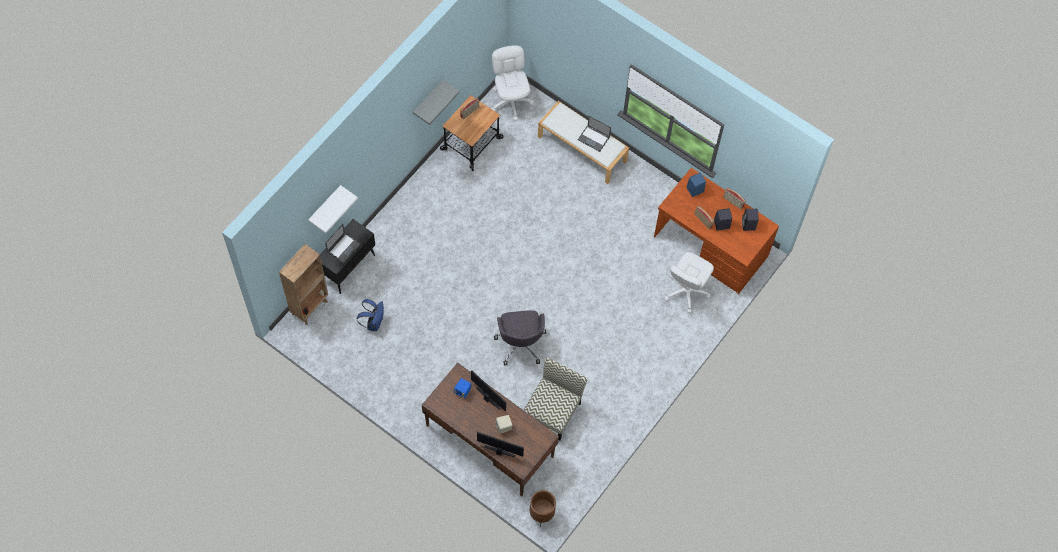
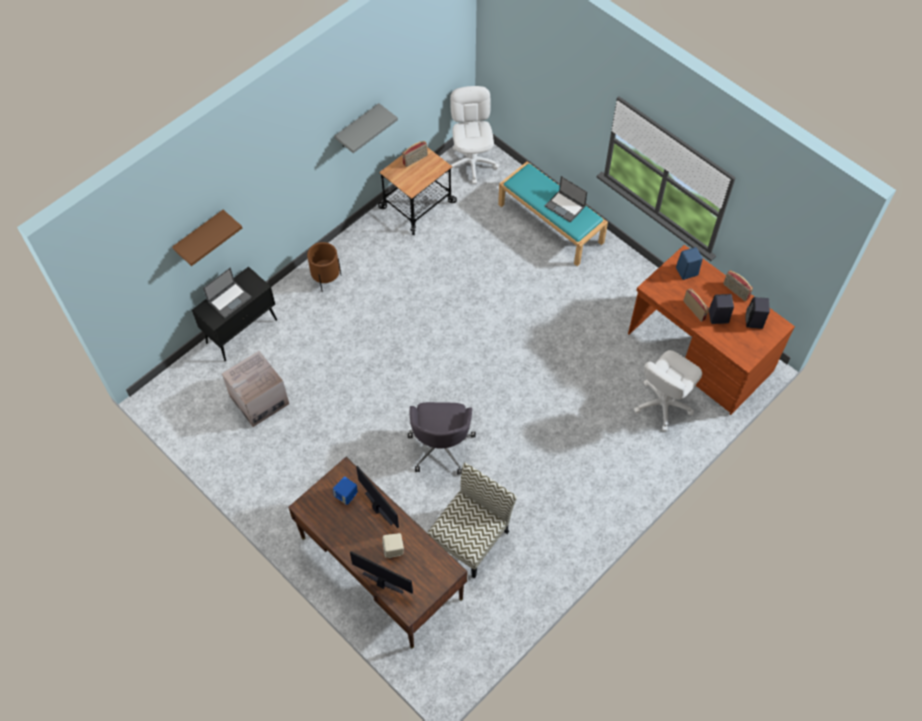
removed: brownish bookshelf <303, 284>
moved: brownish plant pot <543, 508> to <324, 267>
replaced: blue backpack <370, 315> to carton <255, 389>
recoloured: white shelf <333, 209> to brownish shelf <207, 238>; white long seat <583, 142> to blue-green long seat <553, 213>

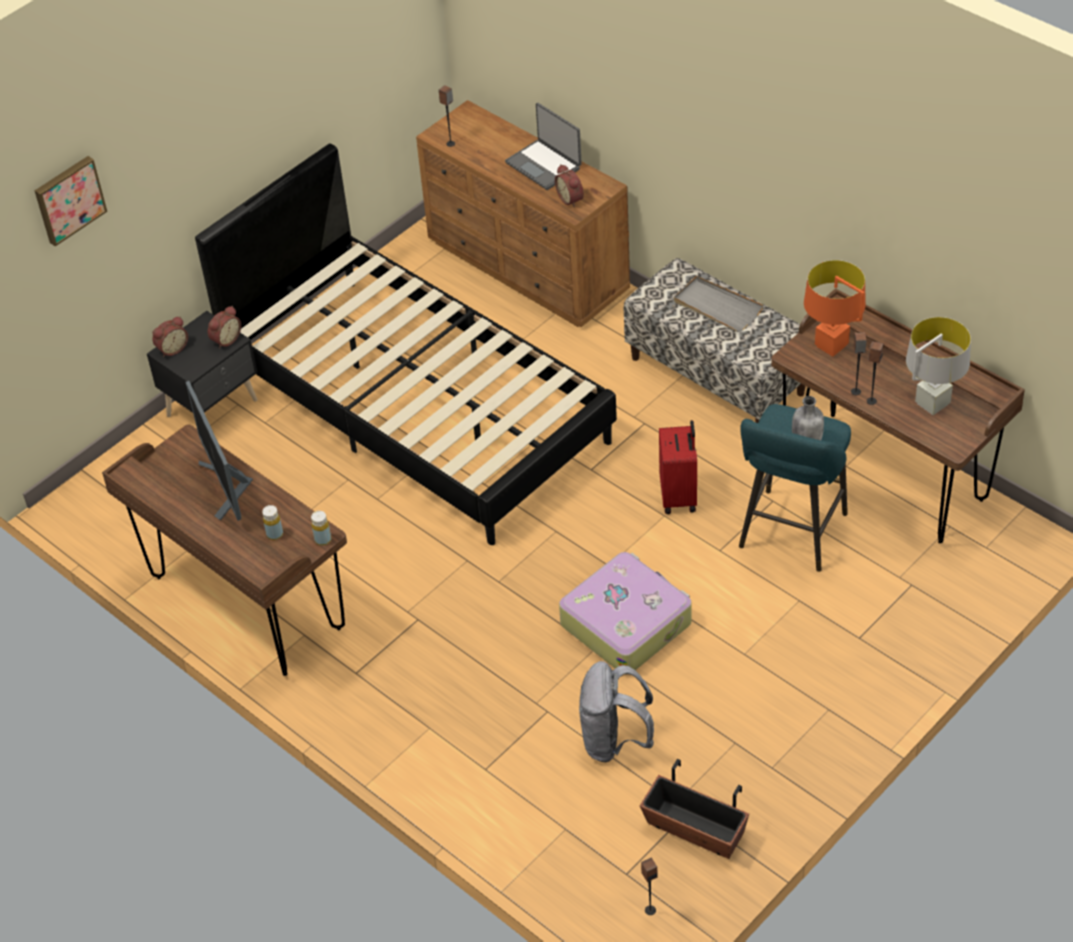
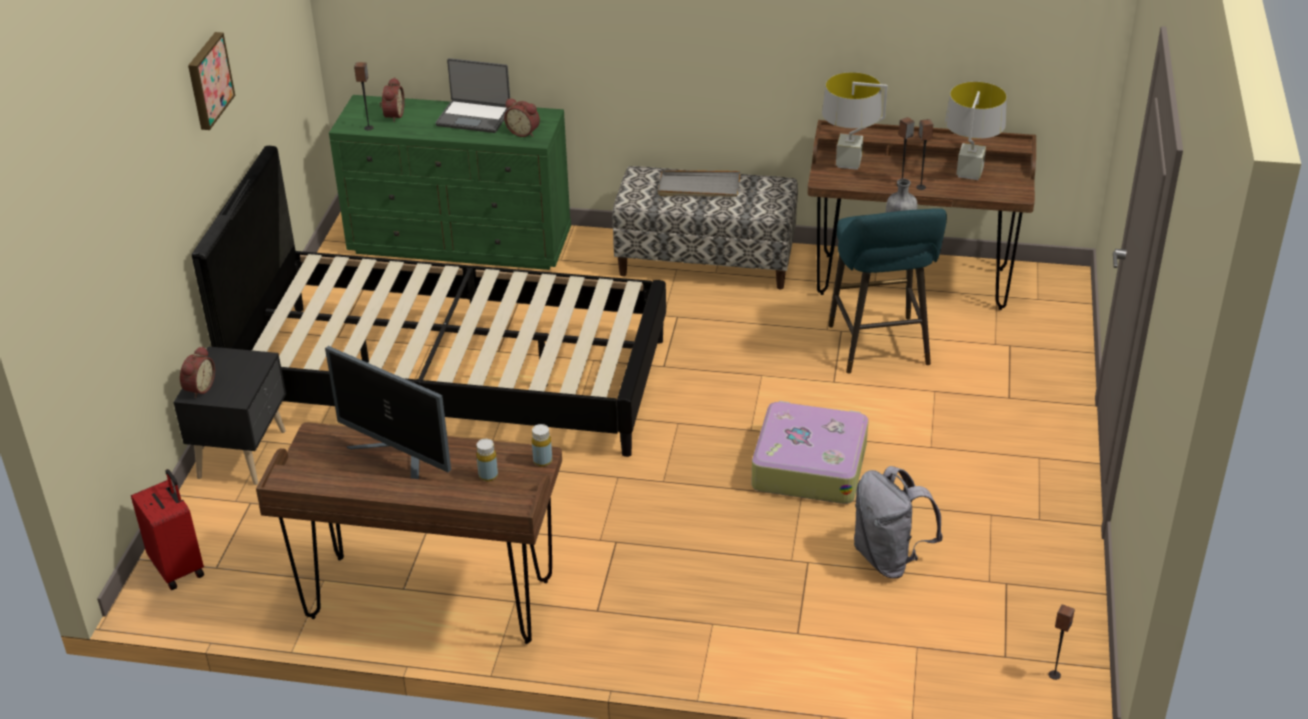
removed: plant pot <694, 809>
moved: picture <71, 201> to <211, 81>; alarm clock <224, 327> to <392, 99>; red-coloured piece of luggage <678, 467> to <167, 529>
recoloured: brownish drawer chest <523, 213> to greenish drawer chest <450, 182>; orange-coloured lamp for a table <835, 308> to grey lamp for a table <855, 121>

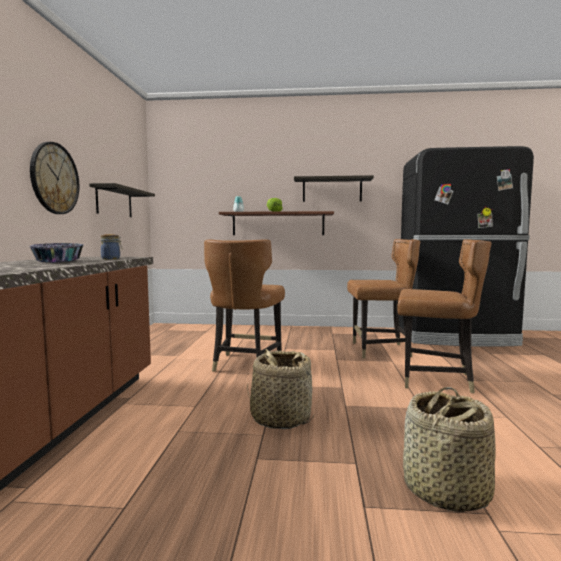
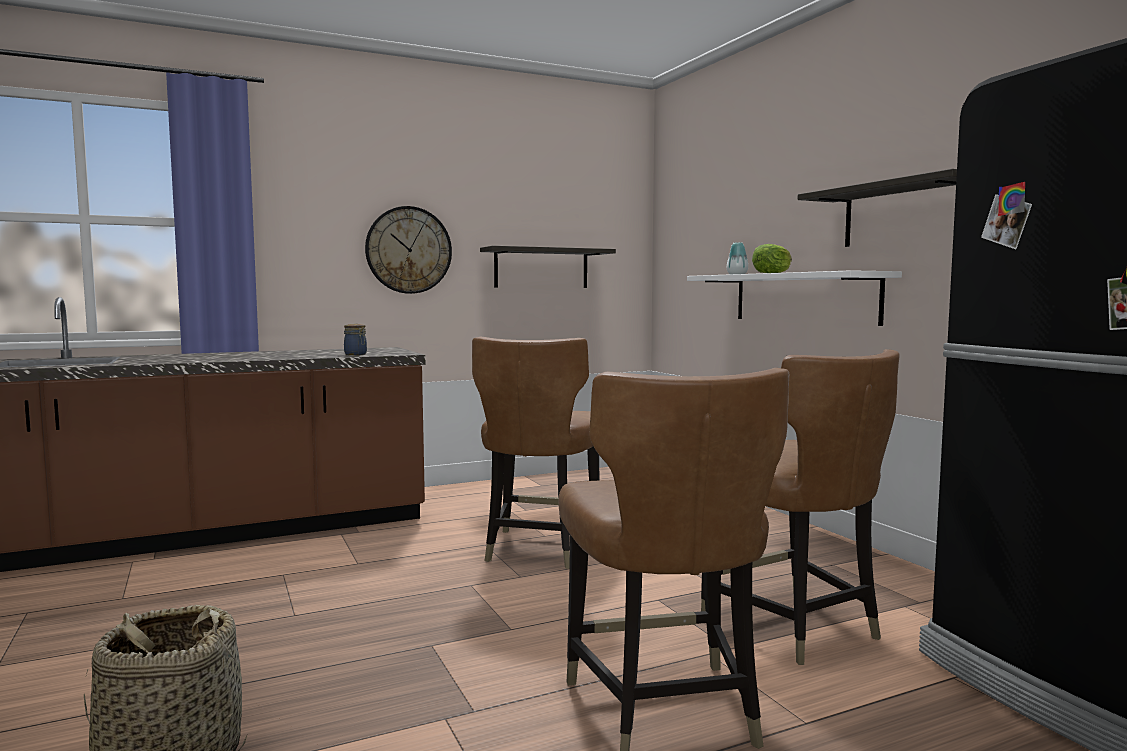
removed: serving bowl <56, 253>; basket <281, 389>
recoloured: brownish shelf <276, 223> to white shelf <794, 298>
turned: brownish plain chair <244, 305> = <536, 452> 60 degrees counterclockwise

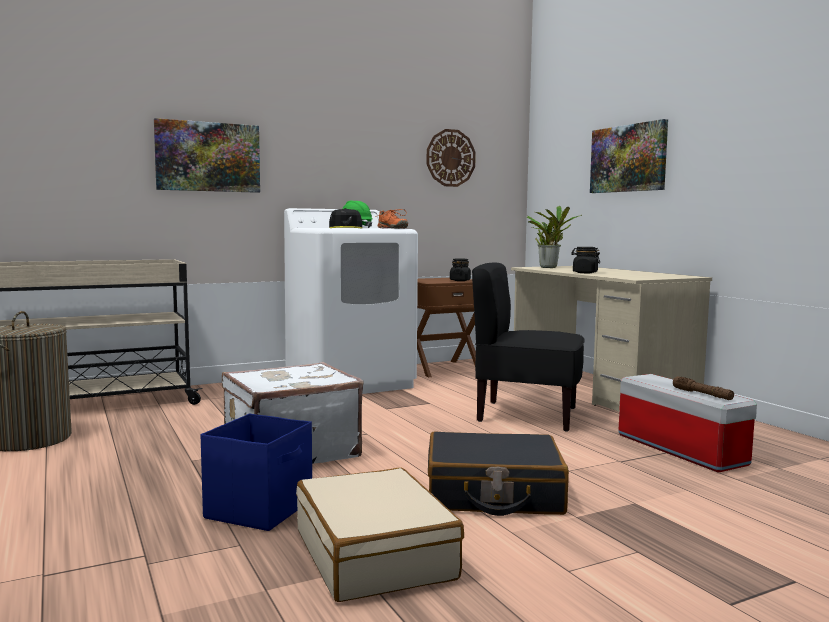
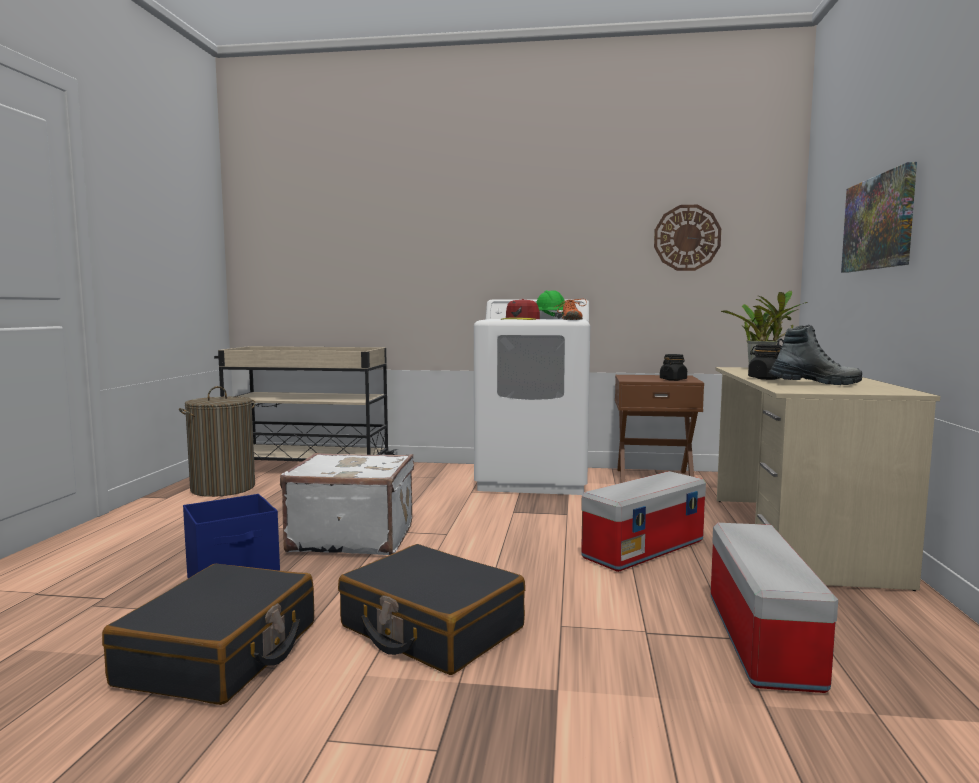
removed: picture <207, 155>; brownish hand torch <703, 388>
added: high-top boot <816, 355>
replaced: blackish plain chair <528, 347> to storage box <643, 521>
recoloured: beige piece of luggage <380, 535> to blackish piece of luggage <208, 634>; blackish cap <345, 218> to red-coloured cap <520, 309>

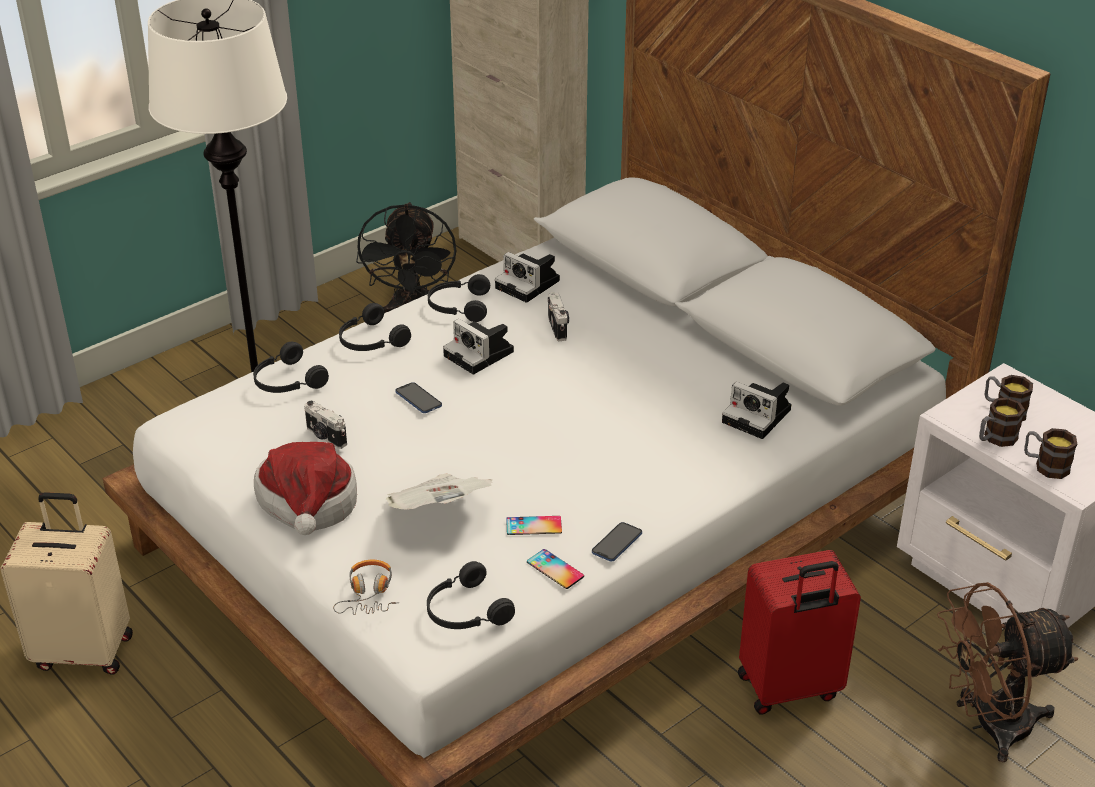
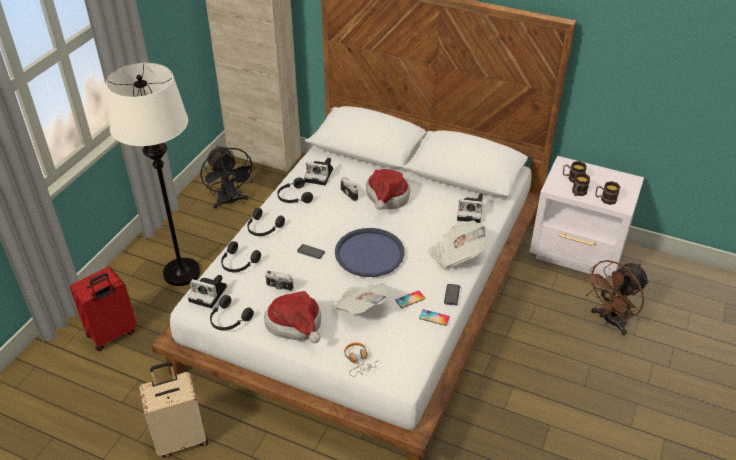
added: blue tray <369, 252>; clothing hat <388, 189>; daily paper <458, 245>
moved: blackish headphones <471, 595> to <232, 312>; photo camera <478, 346> to <207, 291>; red-coloured piece of luggage <799, 632> to <103, 309>

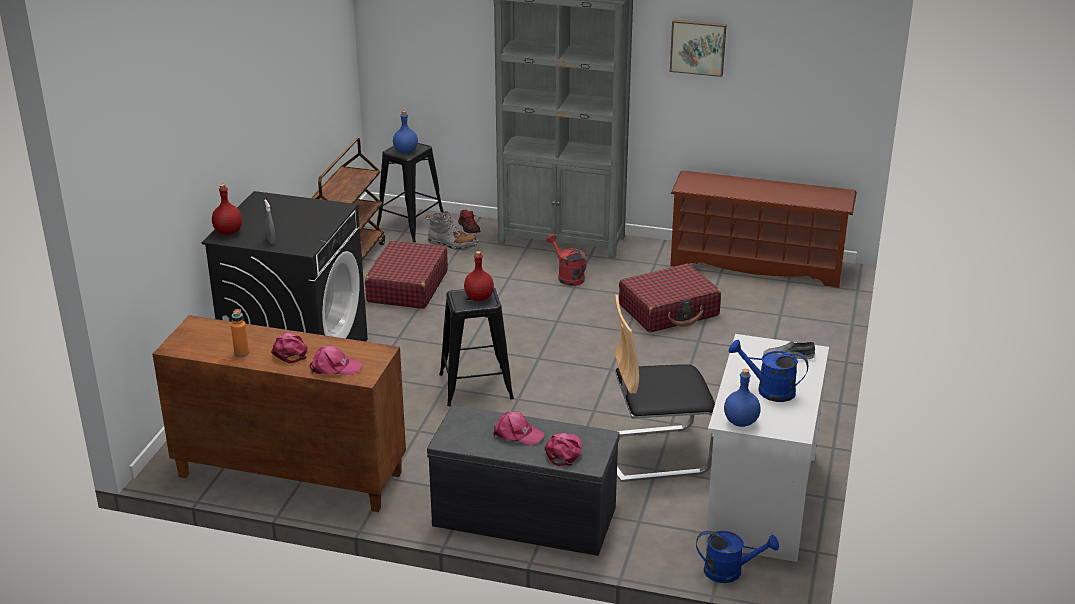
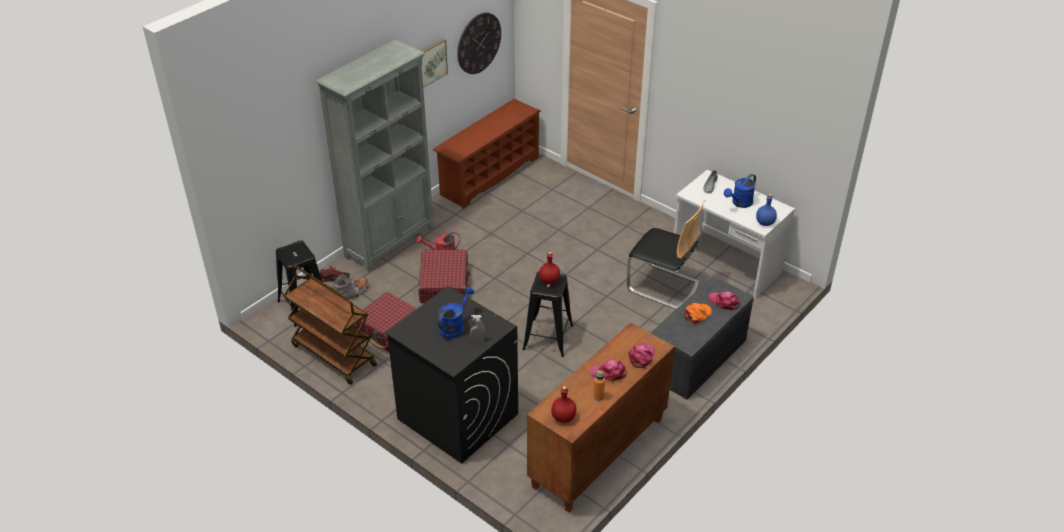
removed: blue drink bottle <405, 132>
added: clock on the wall <479, 43>
moved: red-coloured drink bottle <227, 209> to <563, 404>; red-coloured piece of luggage <670, 298> to <444, 276>; blue watering can <737, 557> to <456, 313>
recoloured: pinkish cap <519, 428> to orange-coloured cap <698, 314>
turned: plain chair <665, 388> = <666, 254> 75 degrees counterclockwise

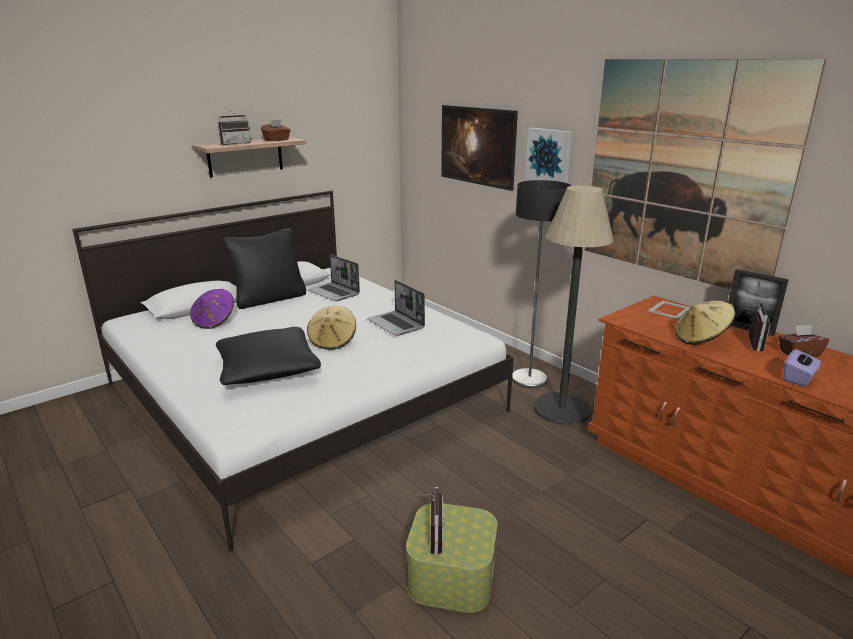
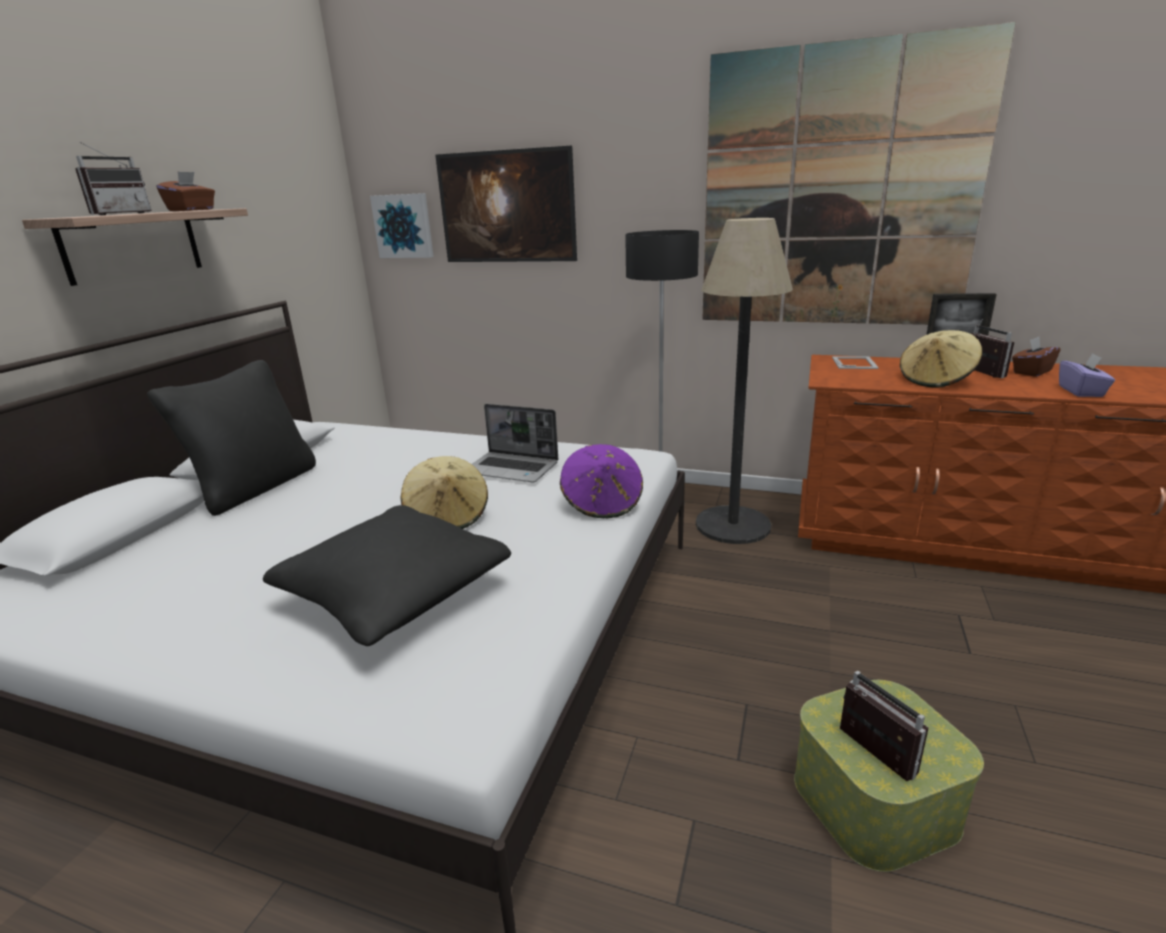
removed: laptop <333, 277>
moved: purple clothing hat <212, 309> to <601, 481>; picture <548, 155> to <402, 225>

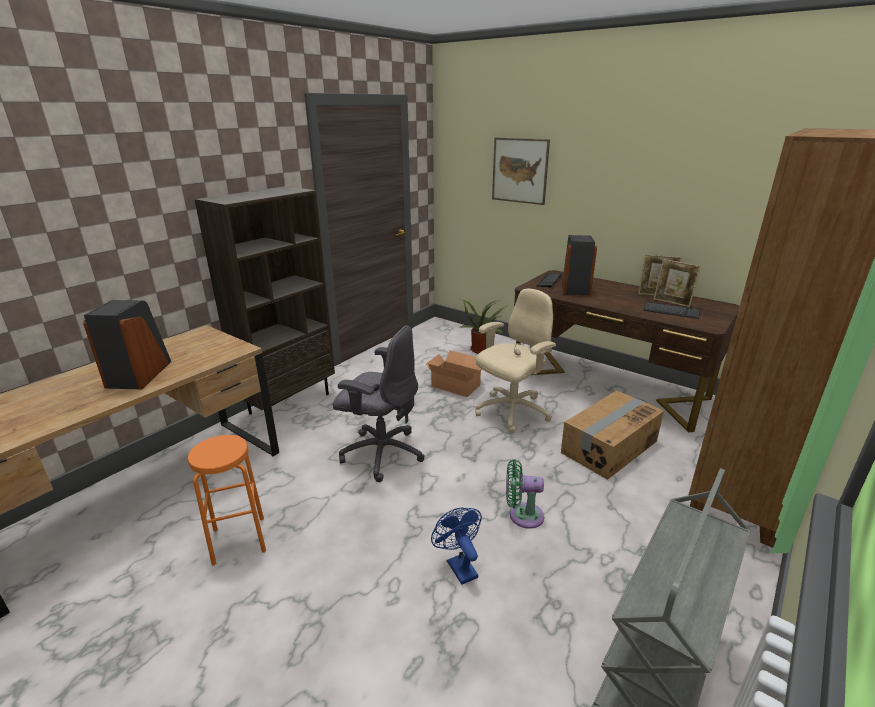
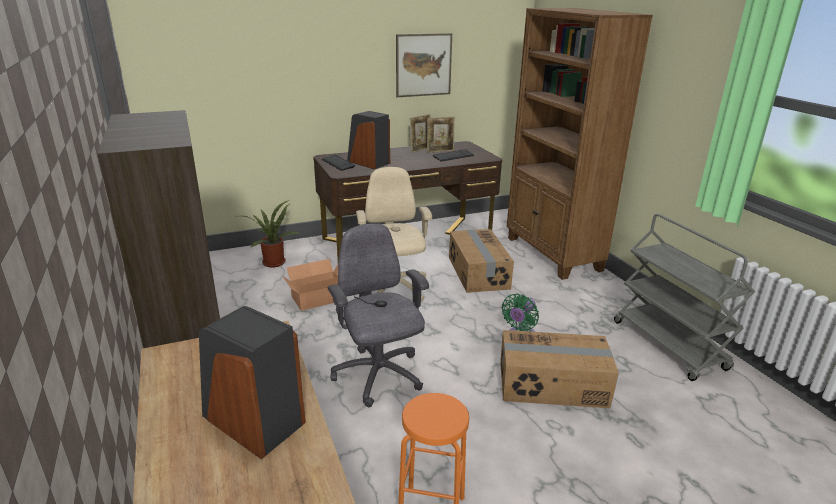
moved: picture <521, 171> to <424, 65>
replaced: blue fan <456, 546> to carton <559, 369>
turned: grey computer chair <379, 403> = <378, 315> 75 degrees counterclockwise

